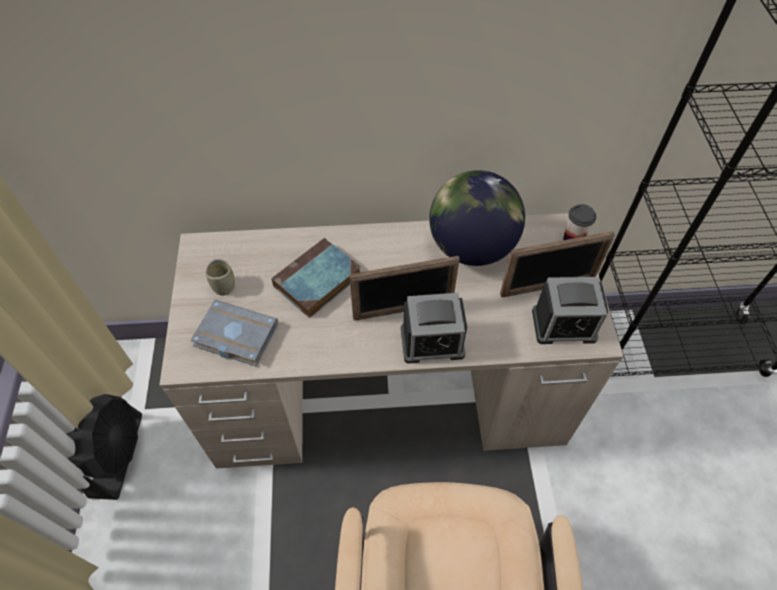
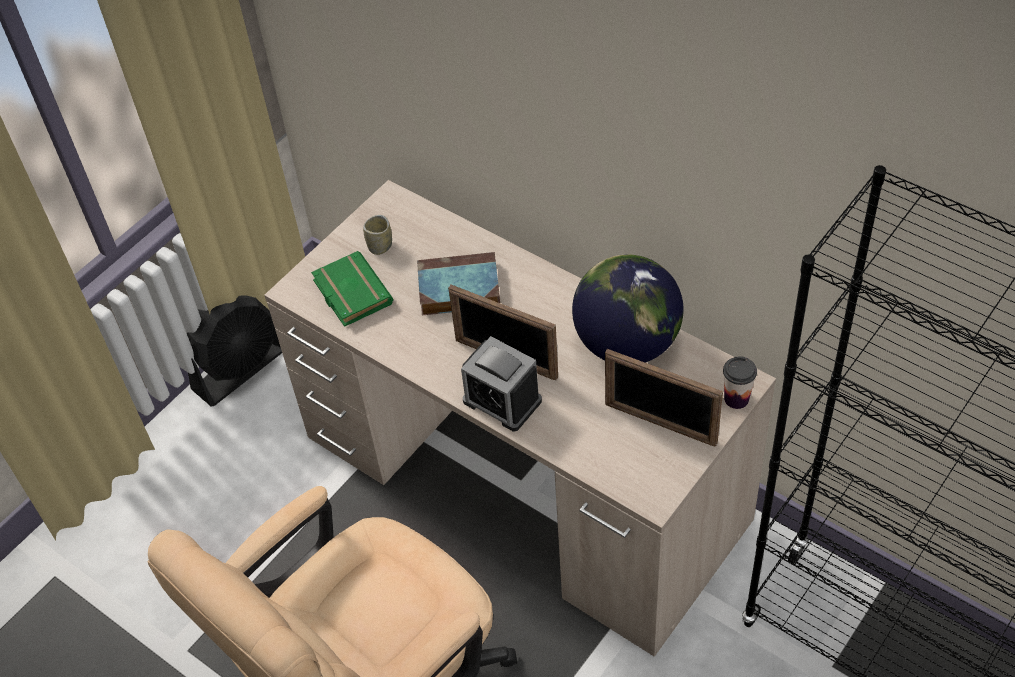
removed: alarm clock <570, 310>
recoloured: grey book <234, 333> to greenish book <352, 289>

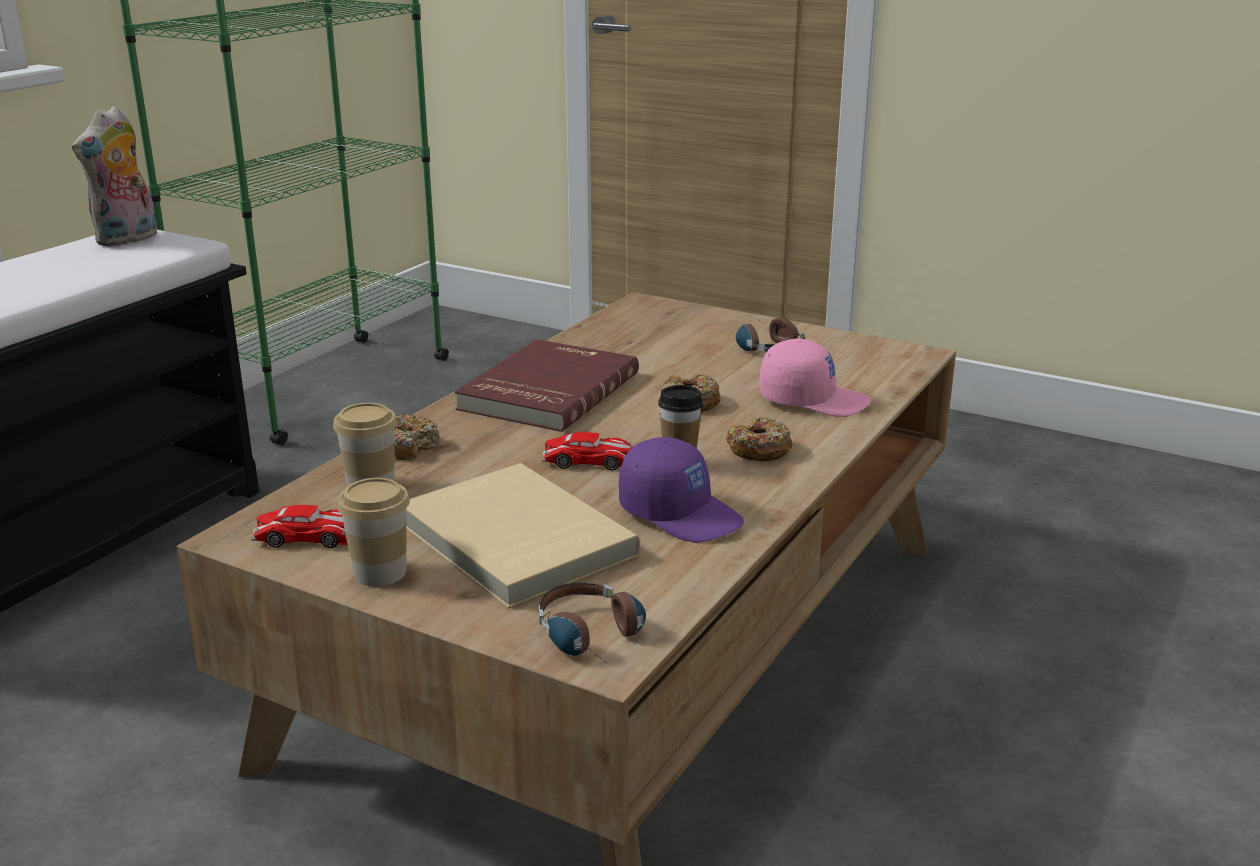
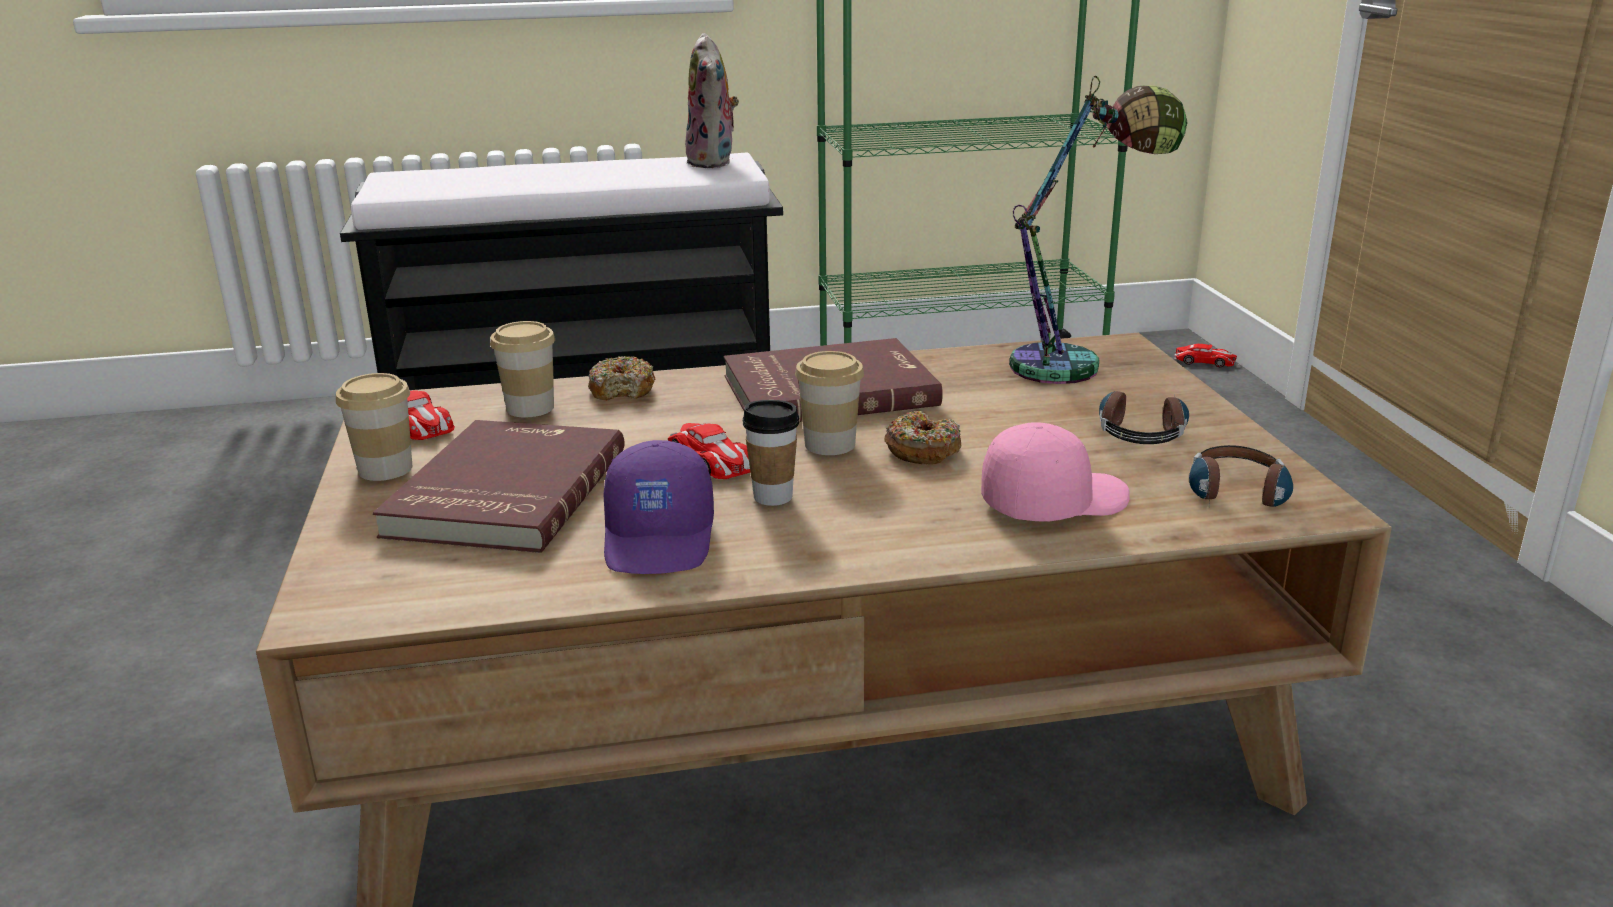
removed: ring doughnut <759, 439>
added: small cup <829, 403>; lamp for a table <1098, 230>; toy car <1205, 355>
moved: headphones <592, 625> to <1241, 476>
recoloured: beige book <523, 535> to red-coloured book <499, 486>
turned: cuddly toy <114, 176> = <712, 100> 90 degrees counterclockwise; pinkish cap <815, 378> = <1055, 471> 90 degrees counterclockwise

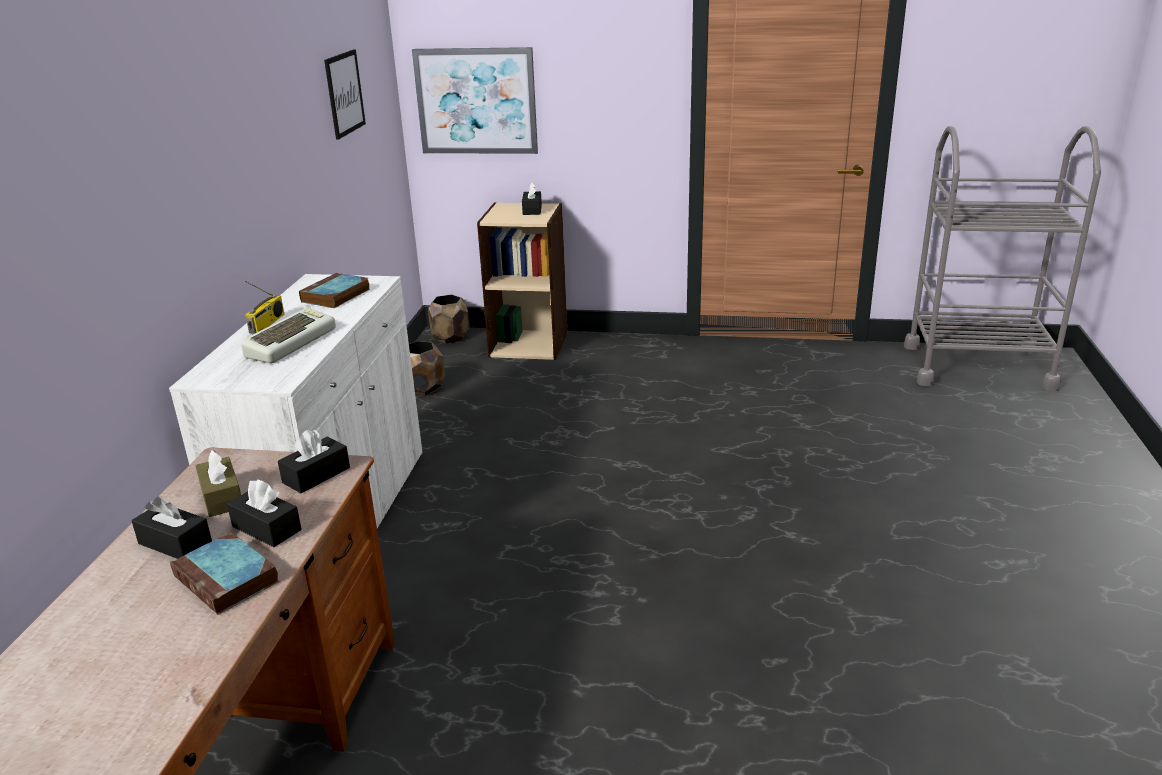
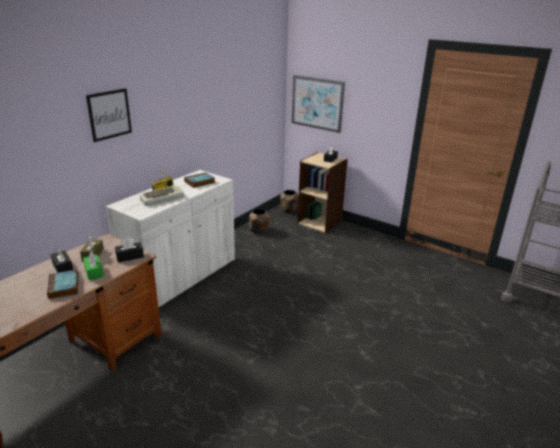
moved: picture <345, 94> to <109, 115>
recoloured: blackish tissue box <264, 513> to greenish tissue box <93, 266>

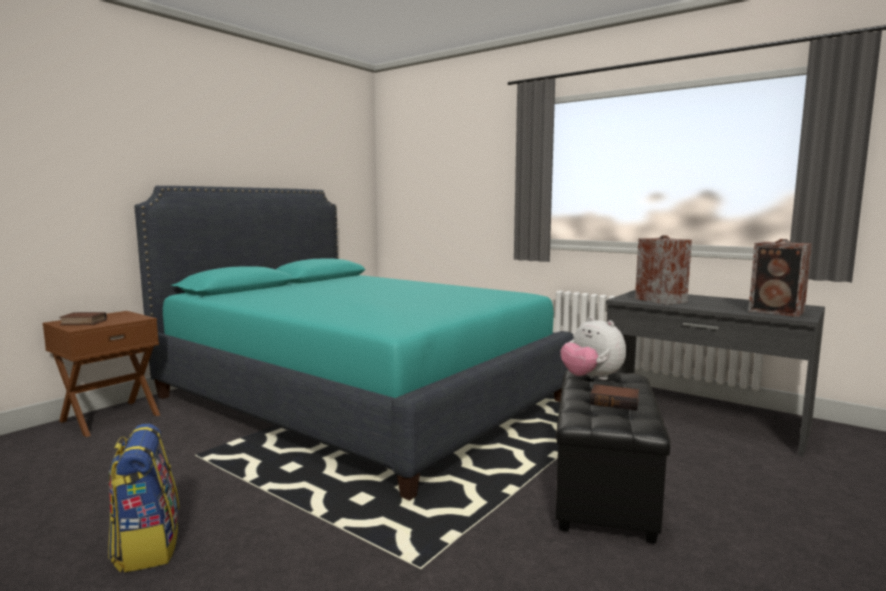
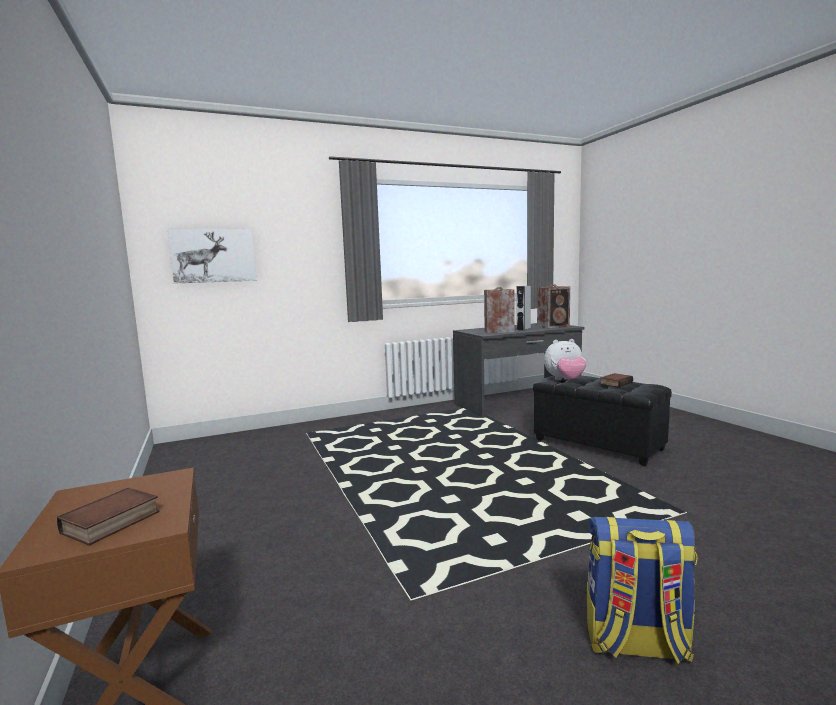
removed: blue-green bed <354, 343>
added: picture <212, 256>; grey speaker <523, 308>

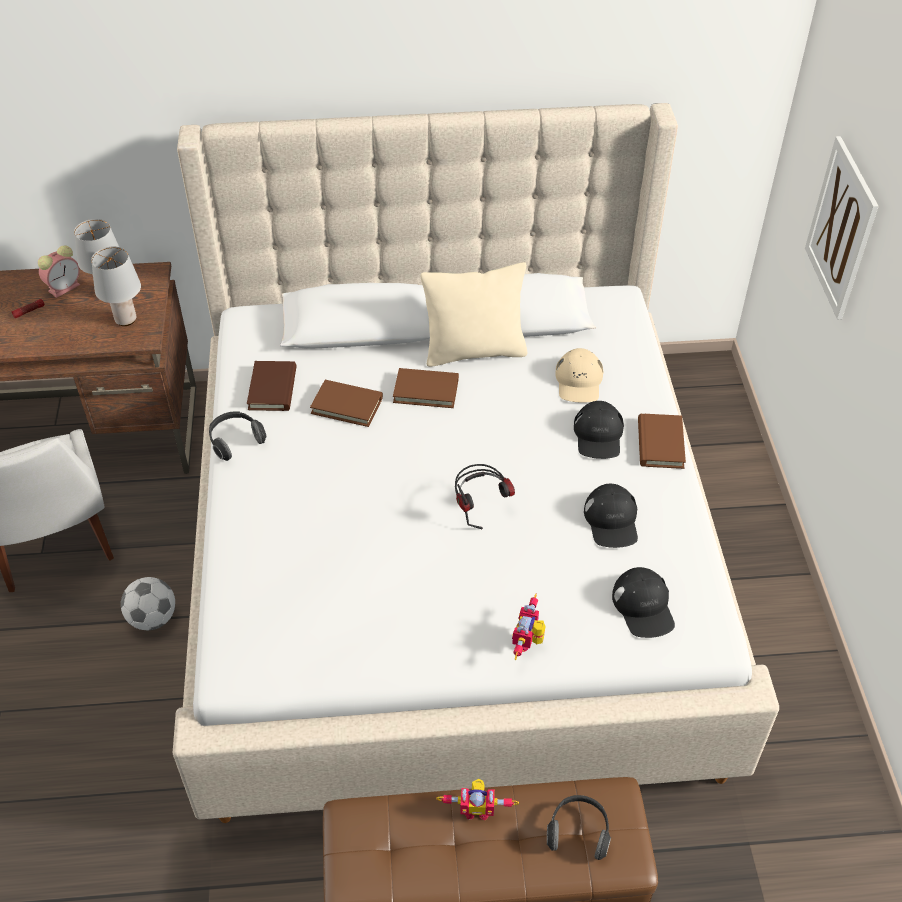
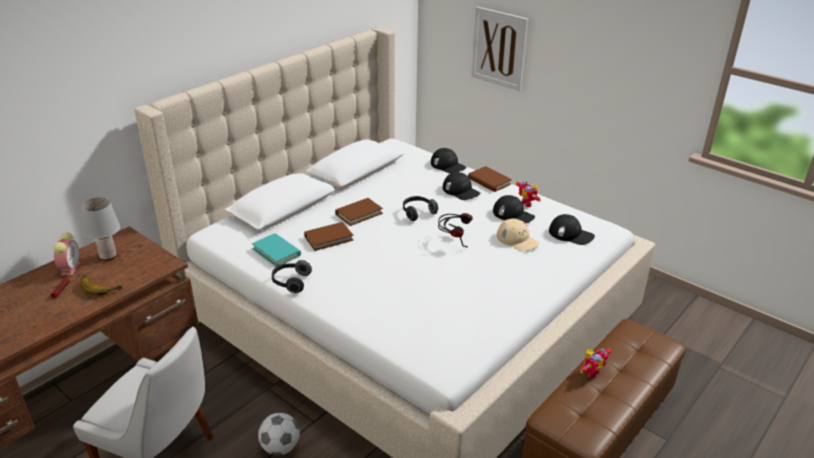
removed: grey lamp for a table <116, 286>; beige pillow <473, 314>
added: banana fruit <101, 285>; blackish cap <449, 161>
moved: toy robot <528, 627> to <528, 194>; headphones <579, 827> to <420, 208>; beige cap <579, 375> to <518, 235>
recoloured: brownish book <271, 386> to blue-green book <276, 250>

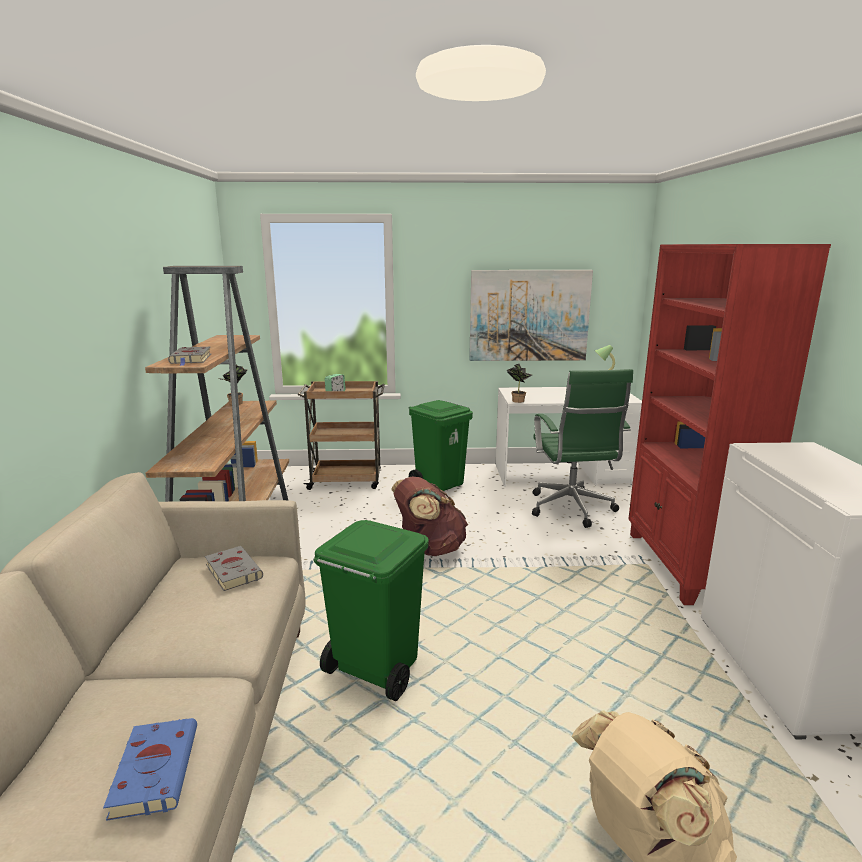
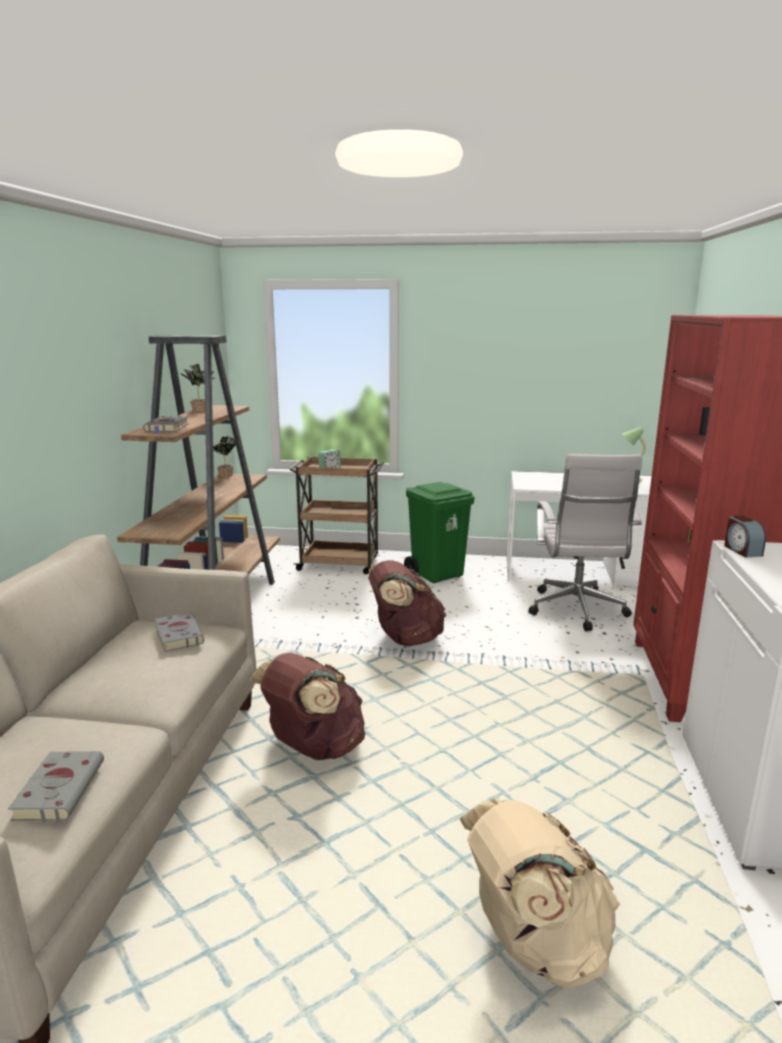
removed: picture <531, 315>
added: alarm clock <745, 536>
moved: houseplant <519, 383> to <197, 388>
replaced: greenish rubbish bin <371, 610> to brownish backpack <307, 706>
recoloured: blue book <150, 769> to grey book <56, 786>; greenish computer chair <582, 448> to white computer chair <585, 542>

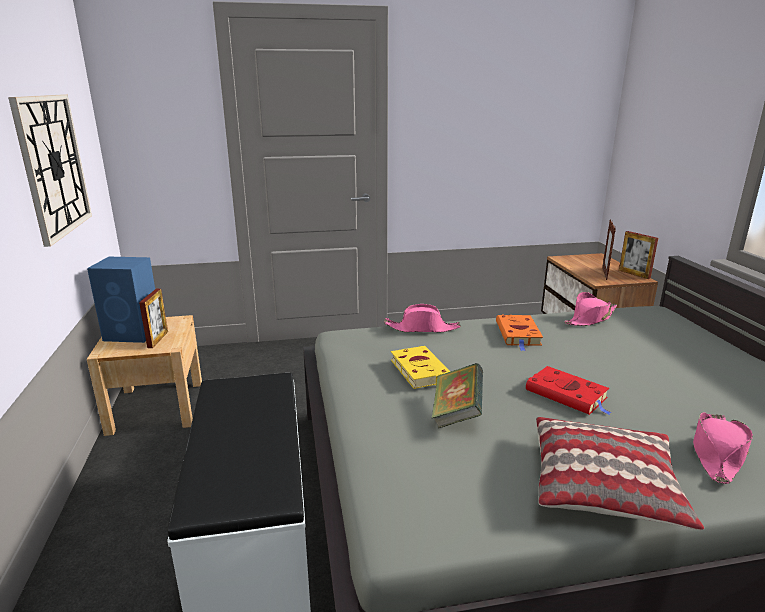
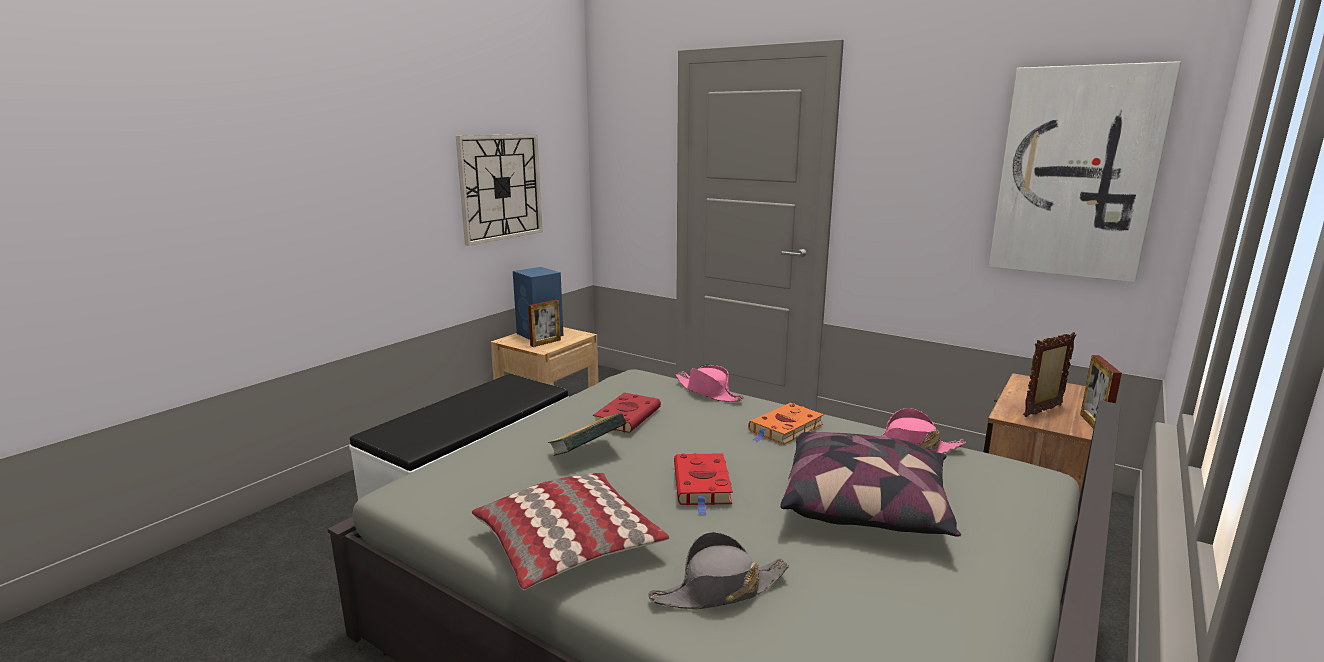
added: pillow <870, 484>; picture <1085, 171>
recoloured: yellowish book <420, 367> to red-coloured book <627, 412>; pinkish clothing hat <723, 448> to grey clothing hat <718, 570>

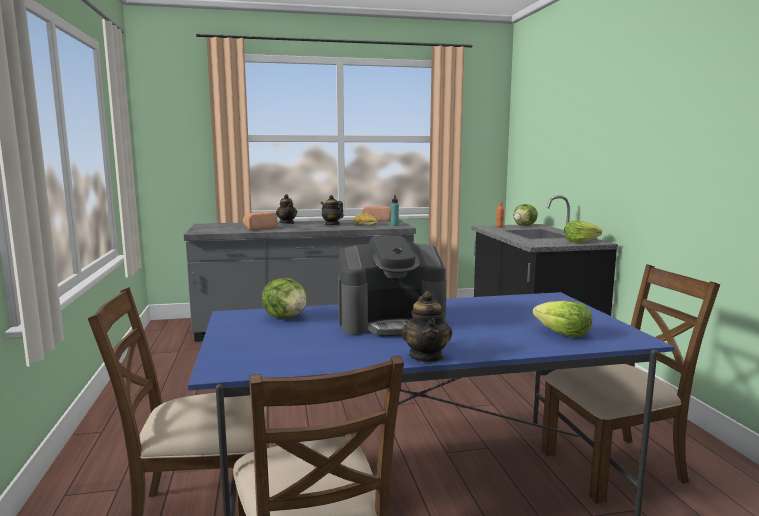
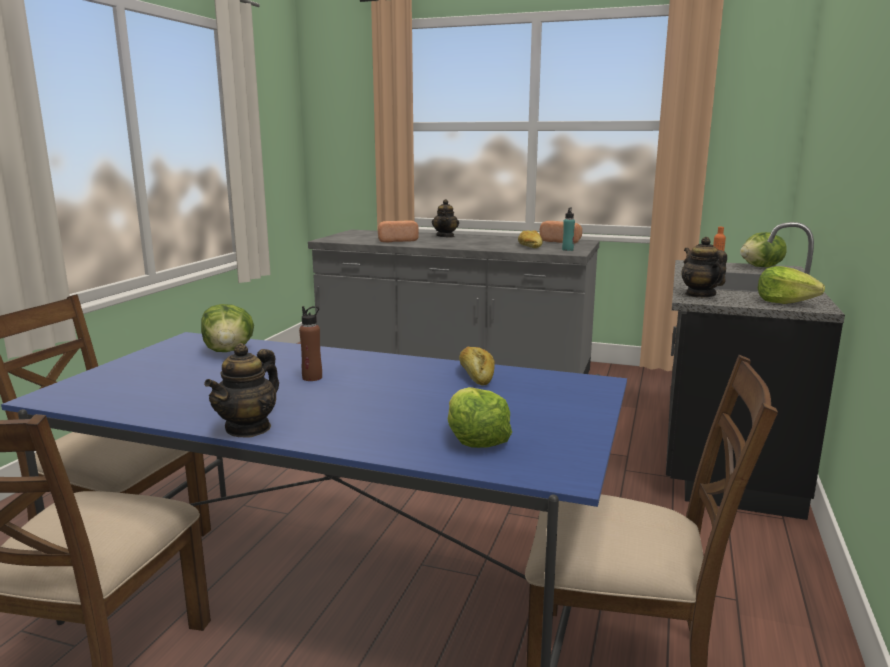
added: baked bread <477, 365>
moved: pot for tea <332, 210> to <704, 267>
replaced: coffee brewer <392, 286> to brownish drink bottle <310, 343>

